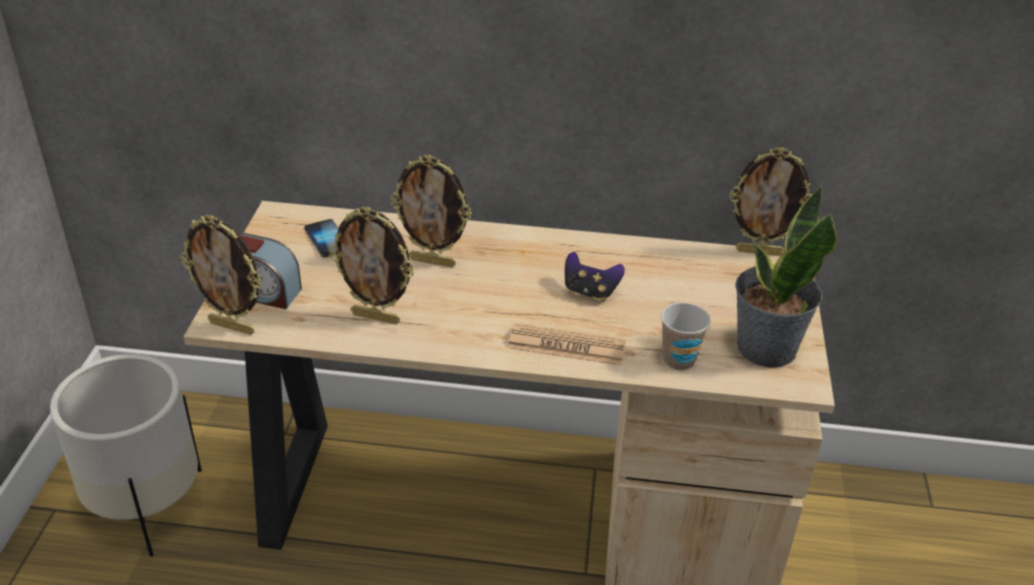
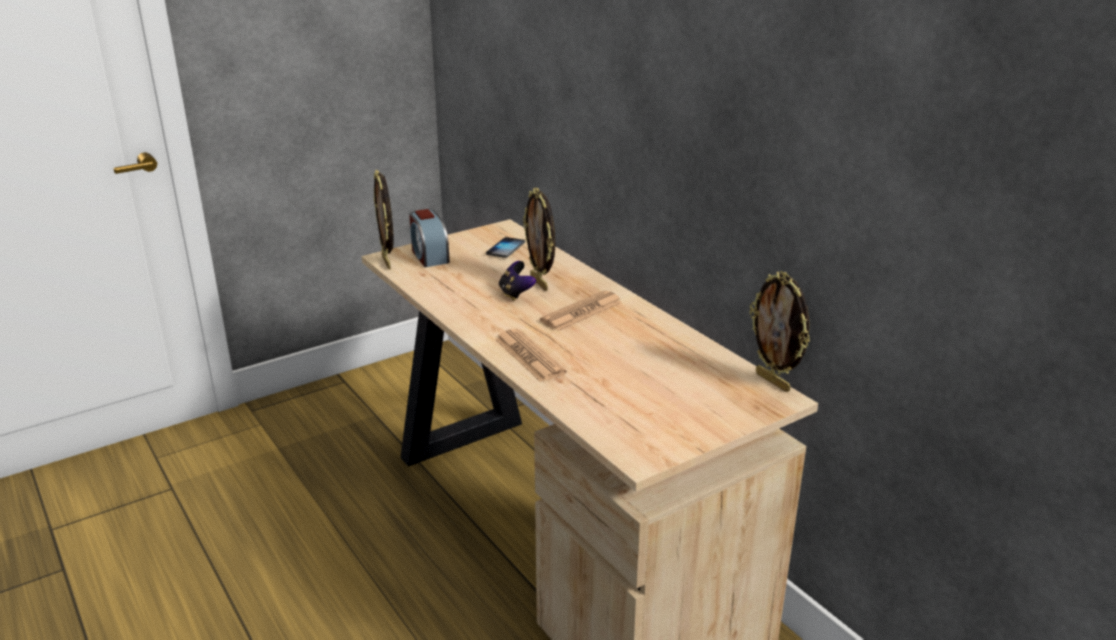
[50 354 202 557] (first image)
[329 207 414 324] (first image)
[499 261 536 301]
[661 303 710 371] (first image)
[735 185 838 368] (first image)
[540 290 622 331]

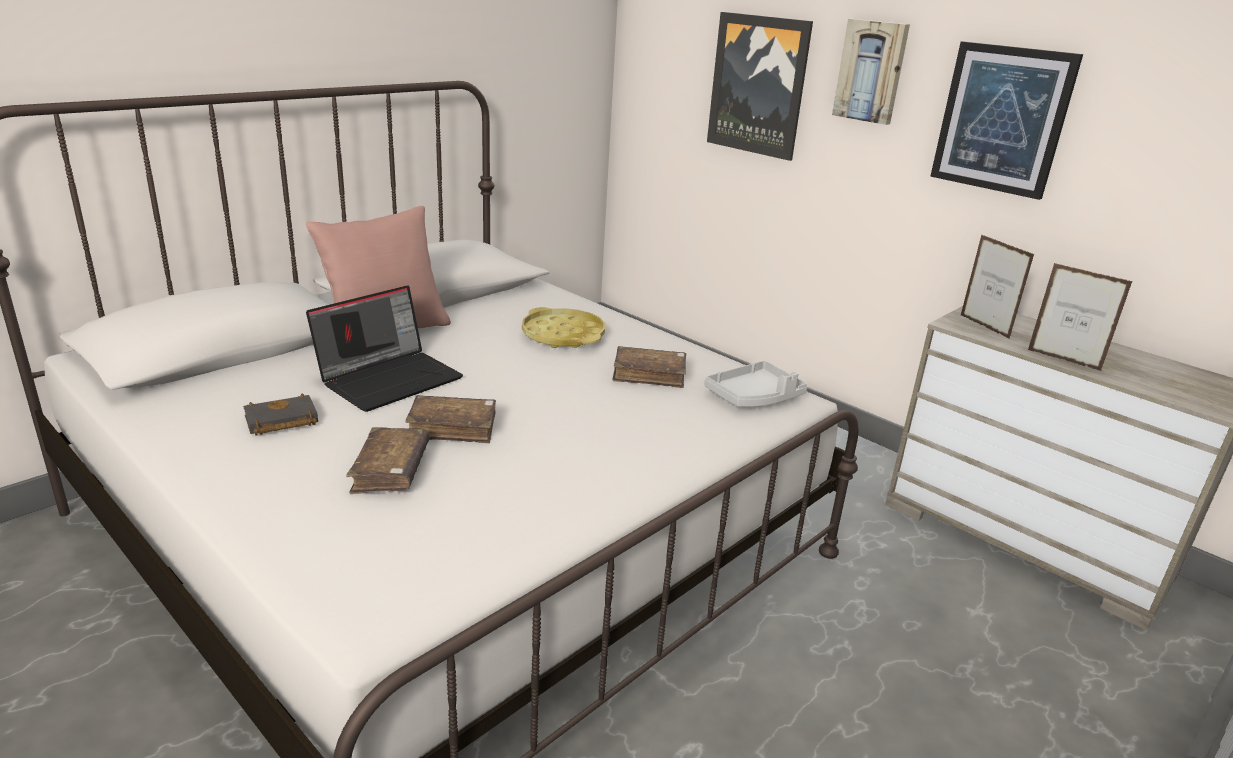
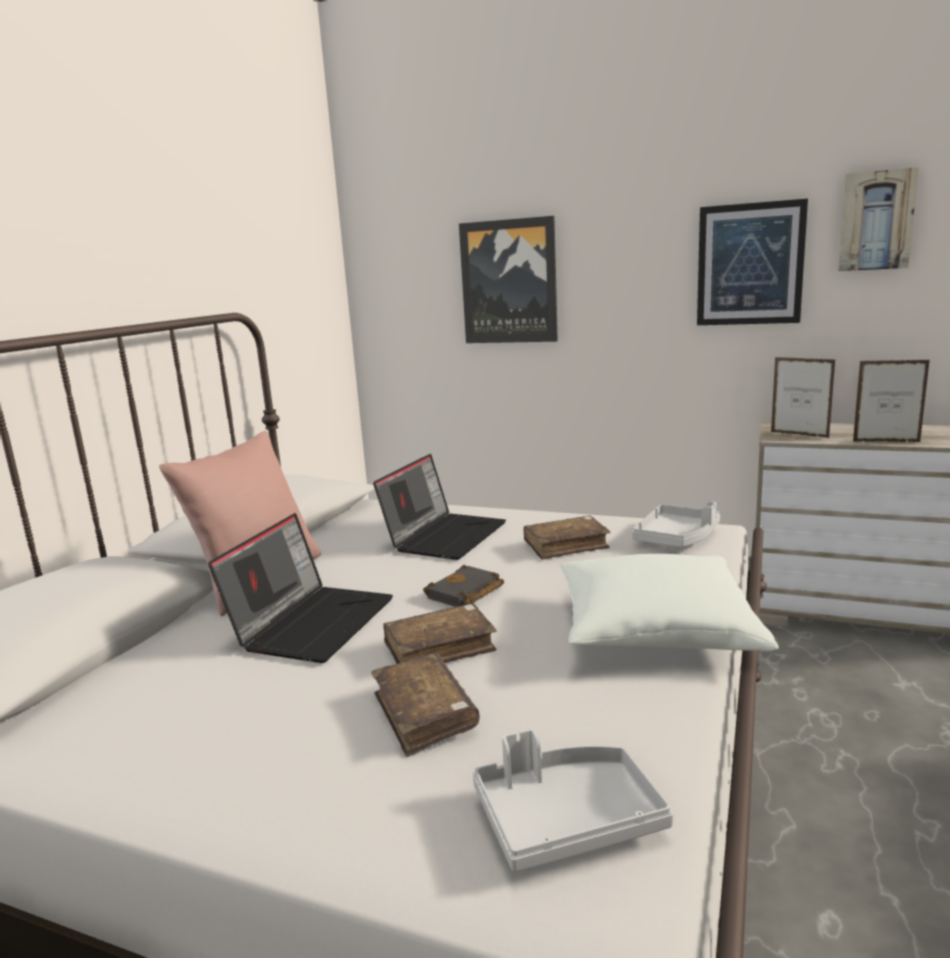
[423 565 504 607]
[373 454 506 560]
[838 167 919 271]
[473 729 674 872]
[560 554 779 651]

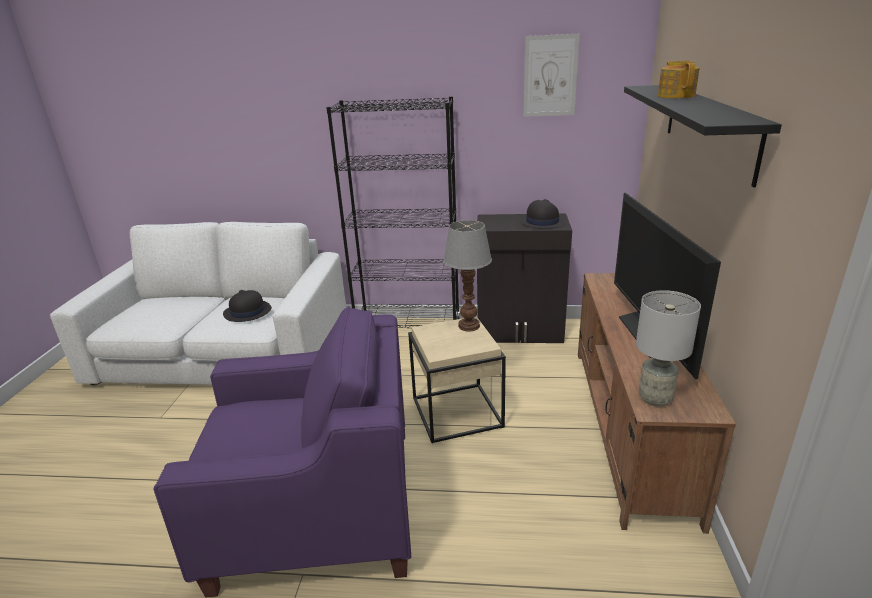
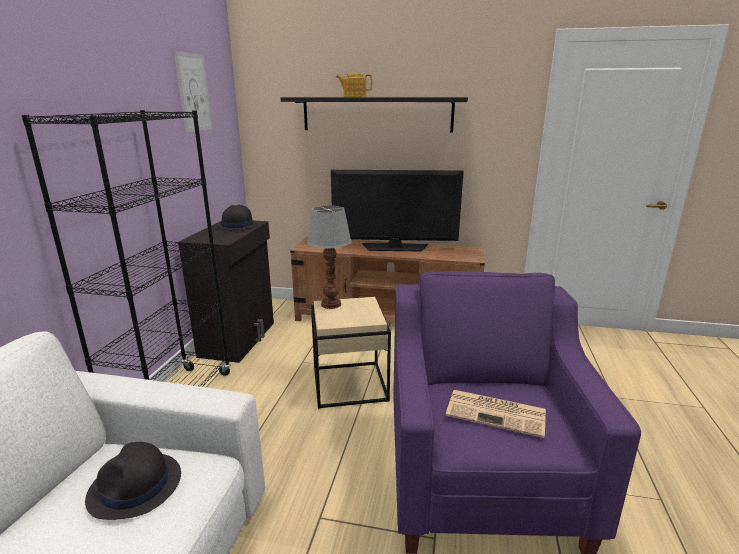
[636 290 701 407] (first image)
[446 390 546 438]

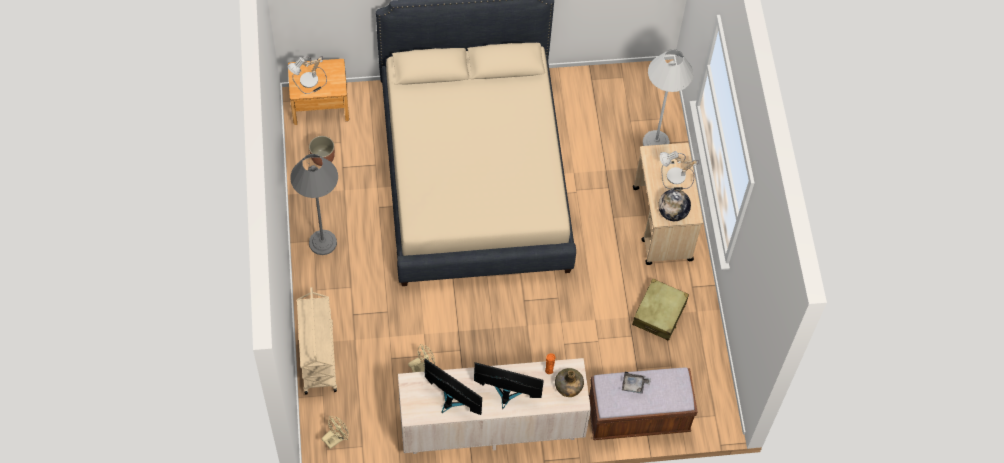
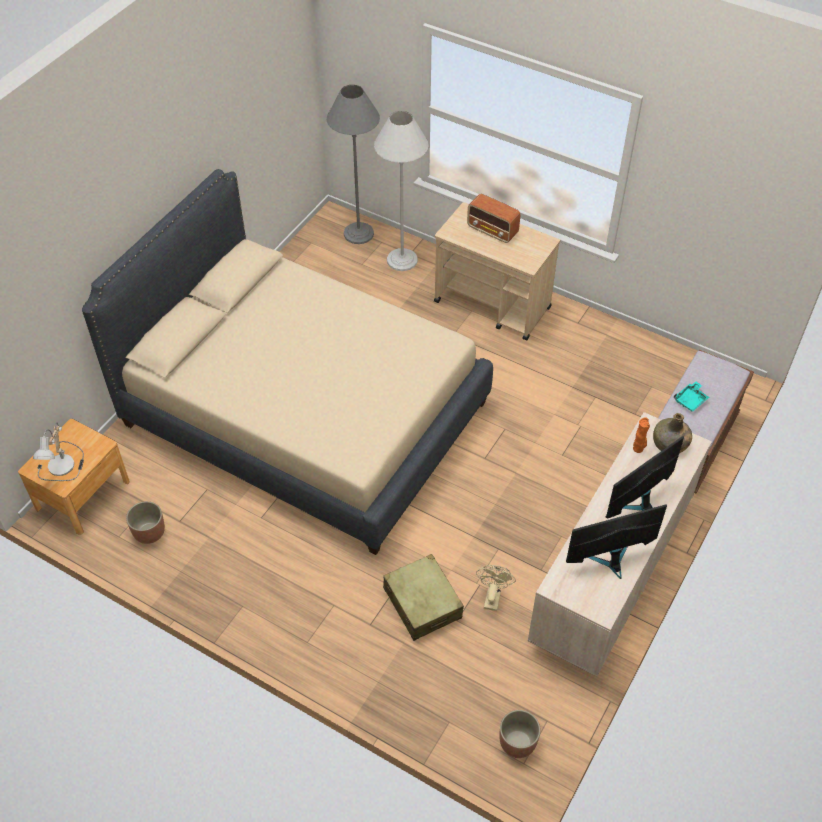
[327 85 380 244]
[297 287 337 395] (first image)
[499 710 541 758]
[674 382 709 411]
[383 554 464 641]
[658 189 691 221] (first image)
[467 194 520 243]

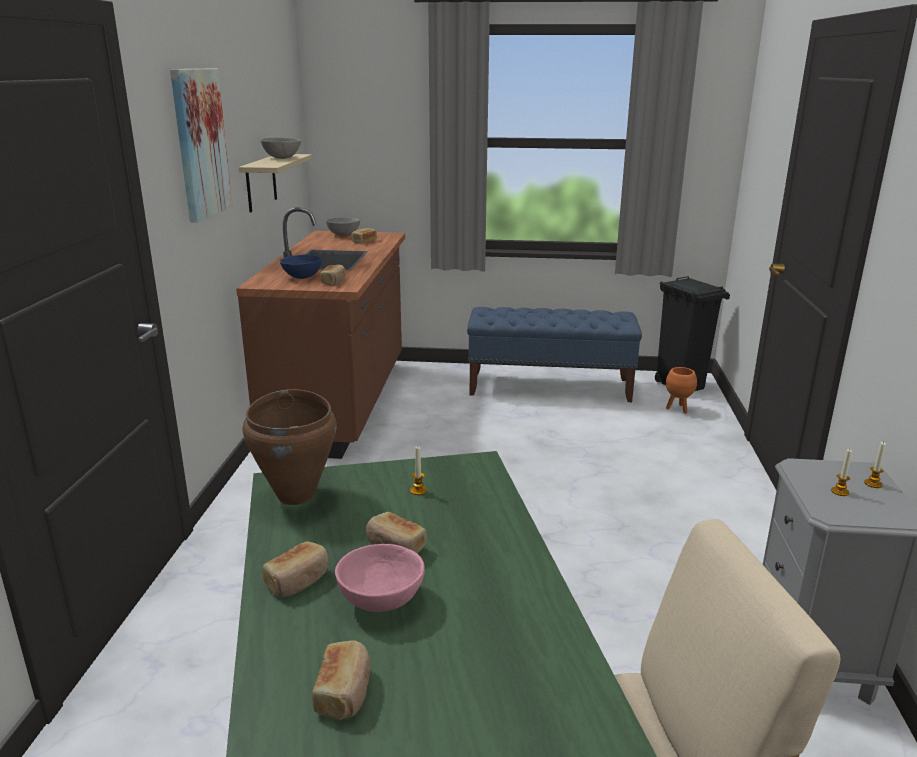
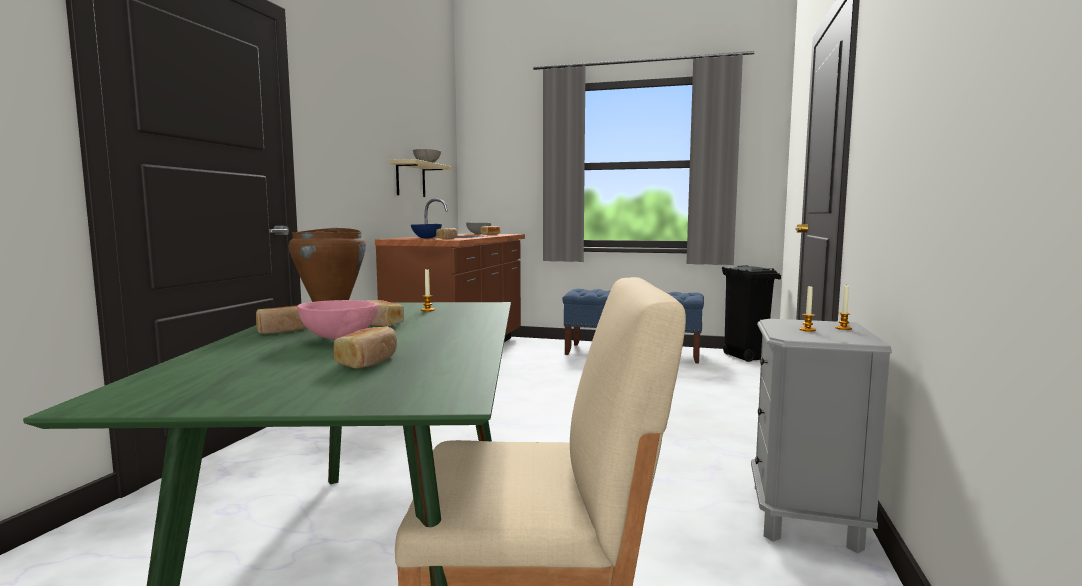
[170 69 233 223] (first image)
[334 326 397 369]
[666 367 697 413] (first image)

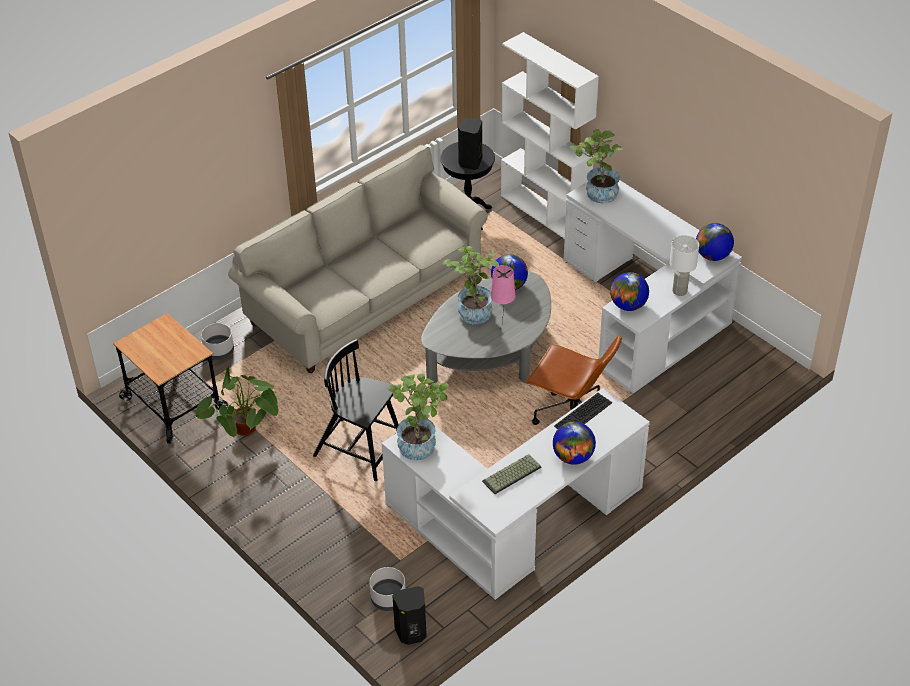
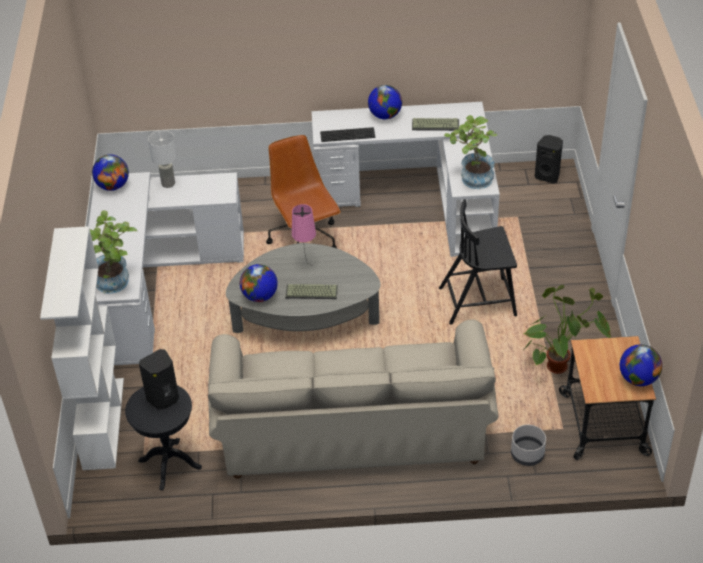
[439 199 517 324]
[369 567 406 611] (first image)
[285 284 338 299]
[620 344 662 386]

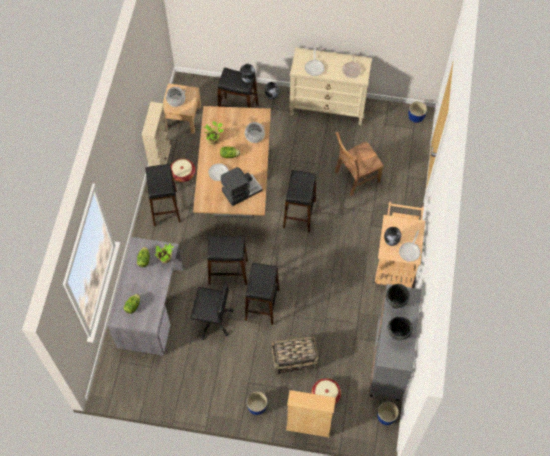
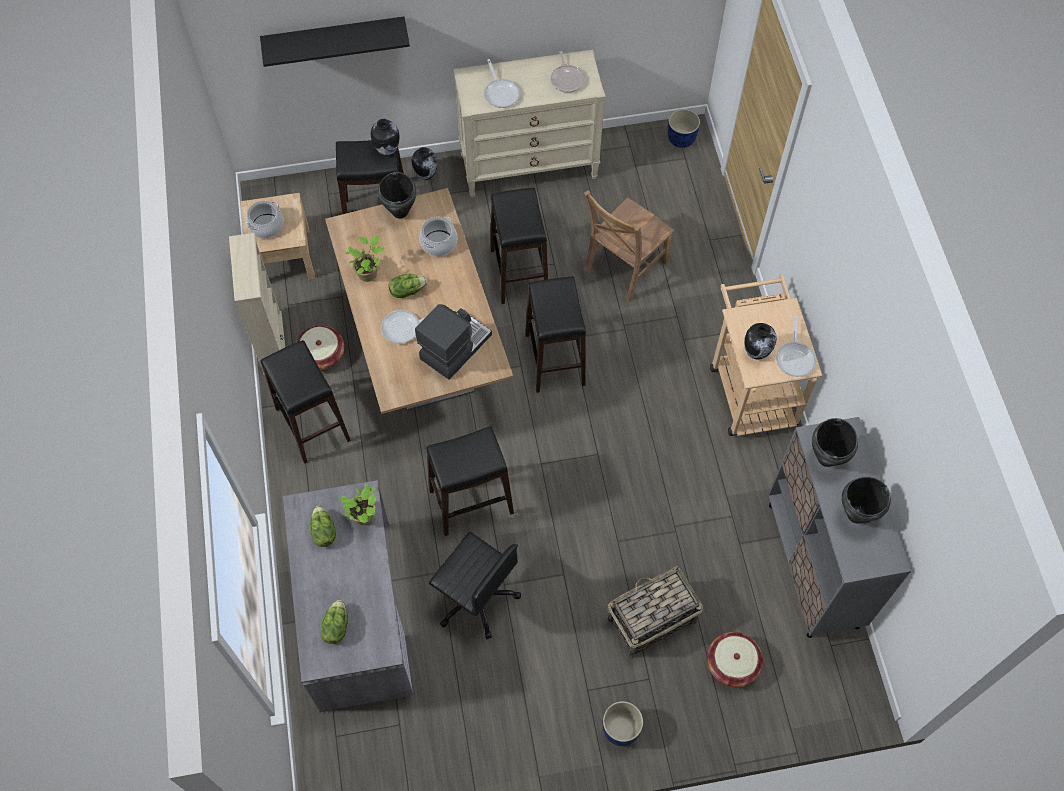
[429 532 521 639]
[491 188 548 304]
[286 390 336 437] (first image)
[377 401 399 425] (first image)
[260 17 410 67]
[378 172 417 219]

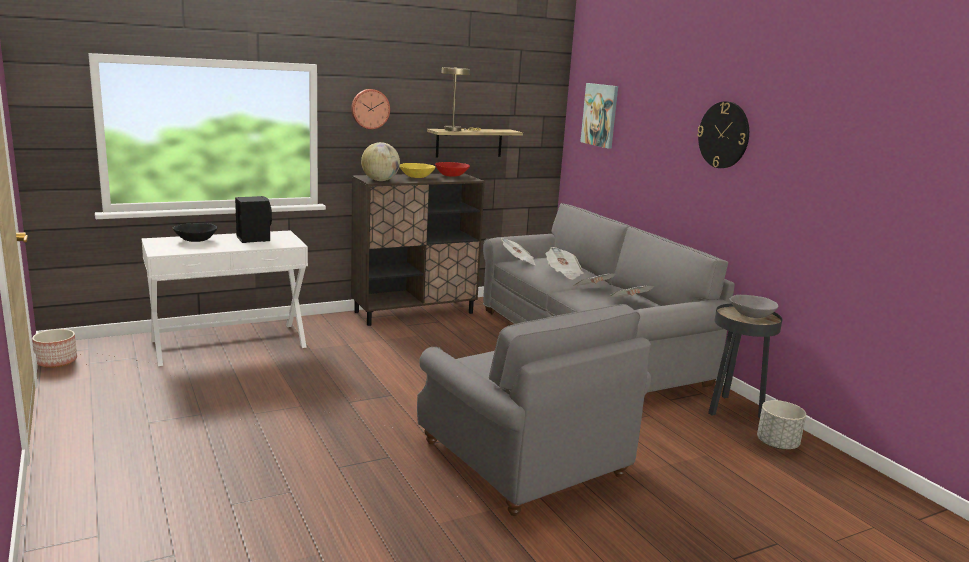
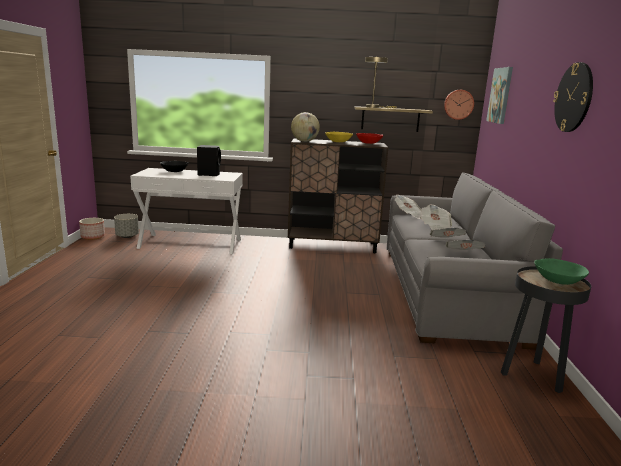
[444 90 474 120]
[417 304 651 516] (first image)
[534 258 589 285]
[114 214 139 238]

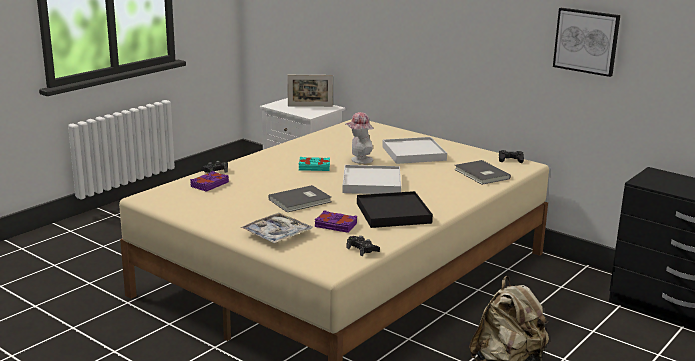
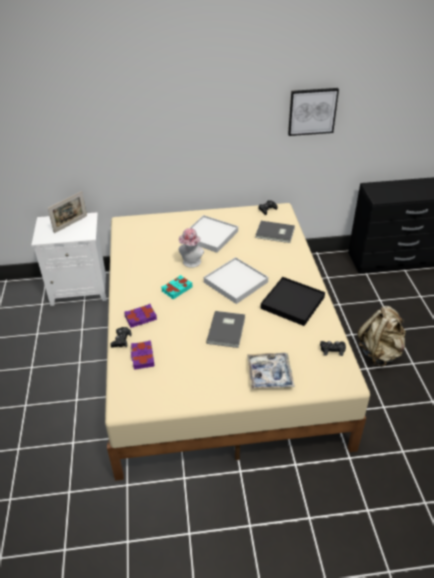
[124 304 157 328]

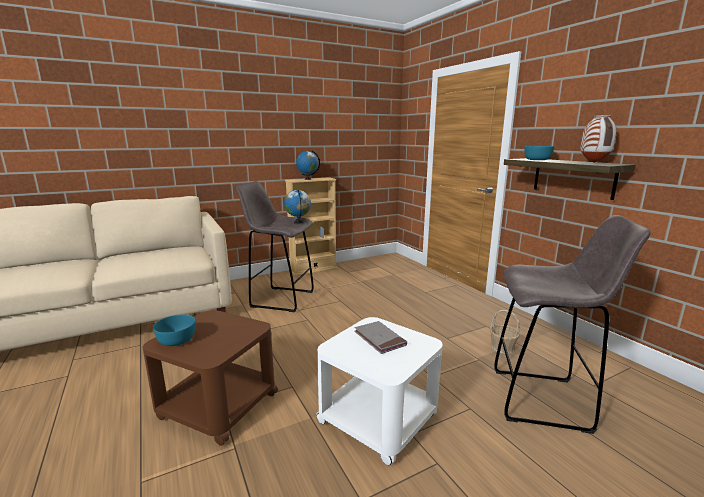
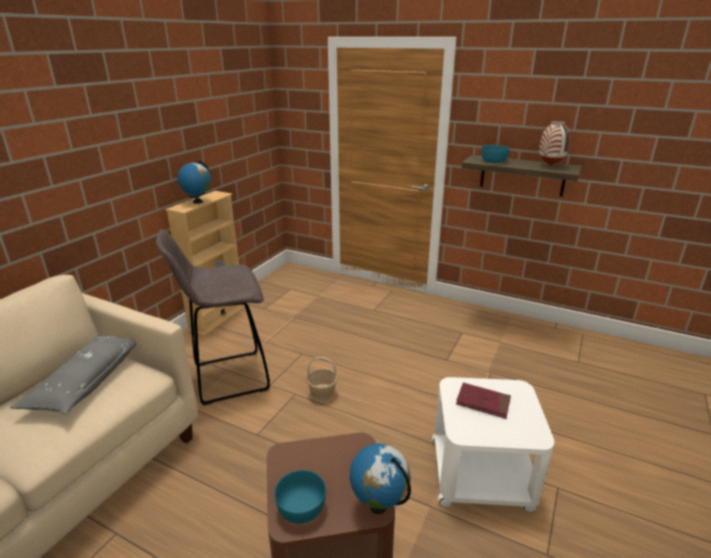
[350 443 411 514]
[456 383 511 419]
[307 357 337 402]
[494 215 651 434] (first image)
[10 335 136 415]

